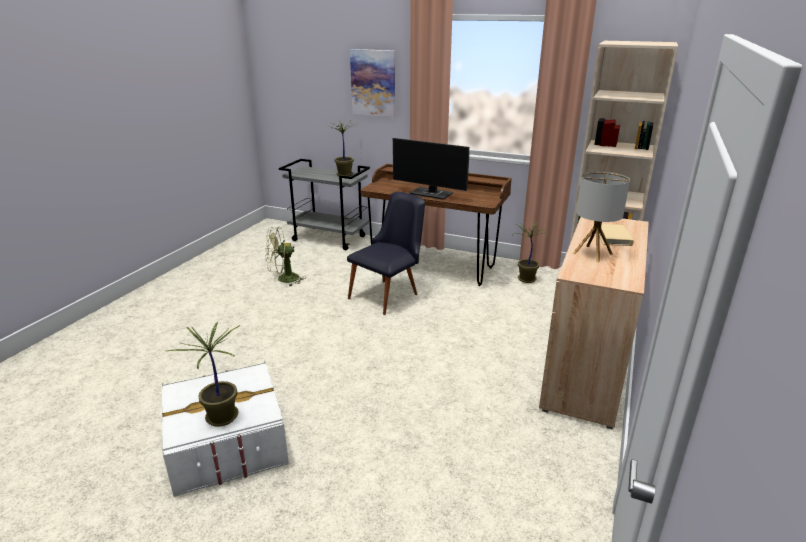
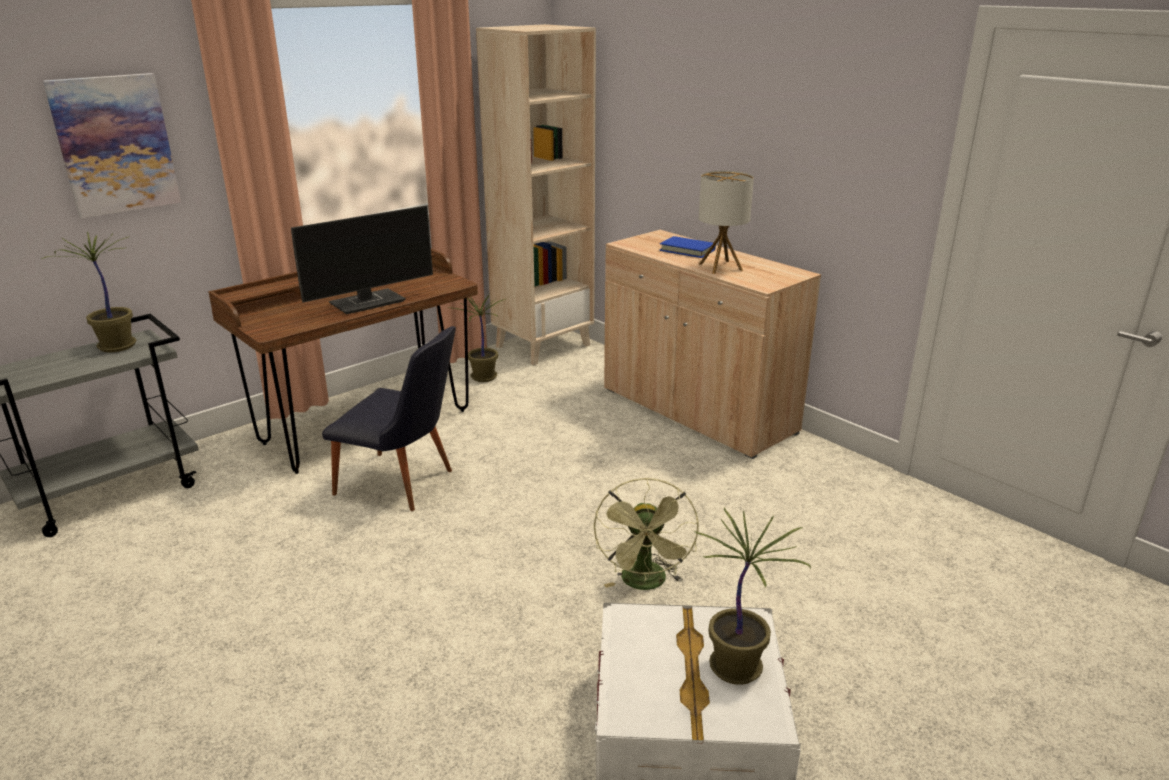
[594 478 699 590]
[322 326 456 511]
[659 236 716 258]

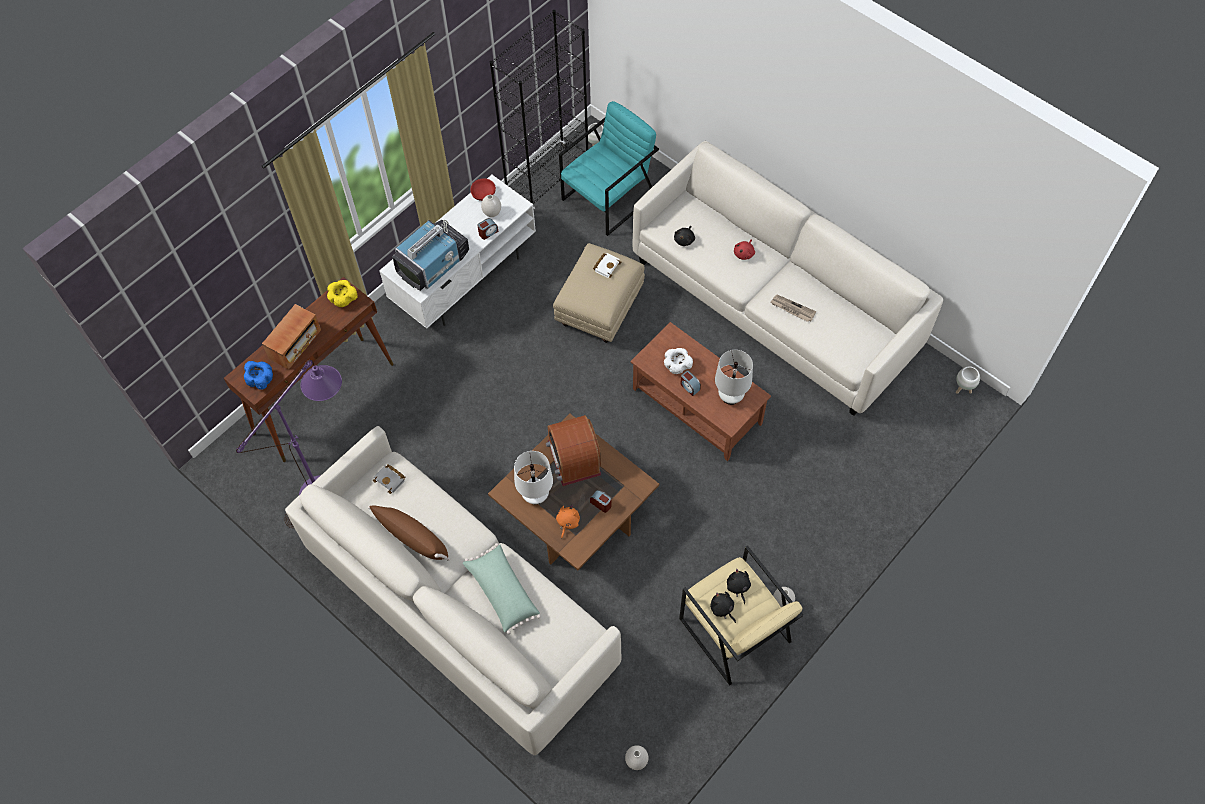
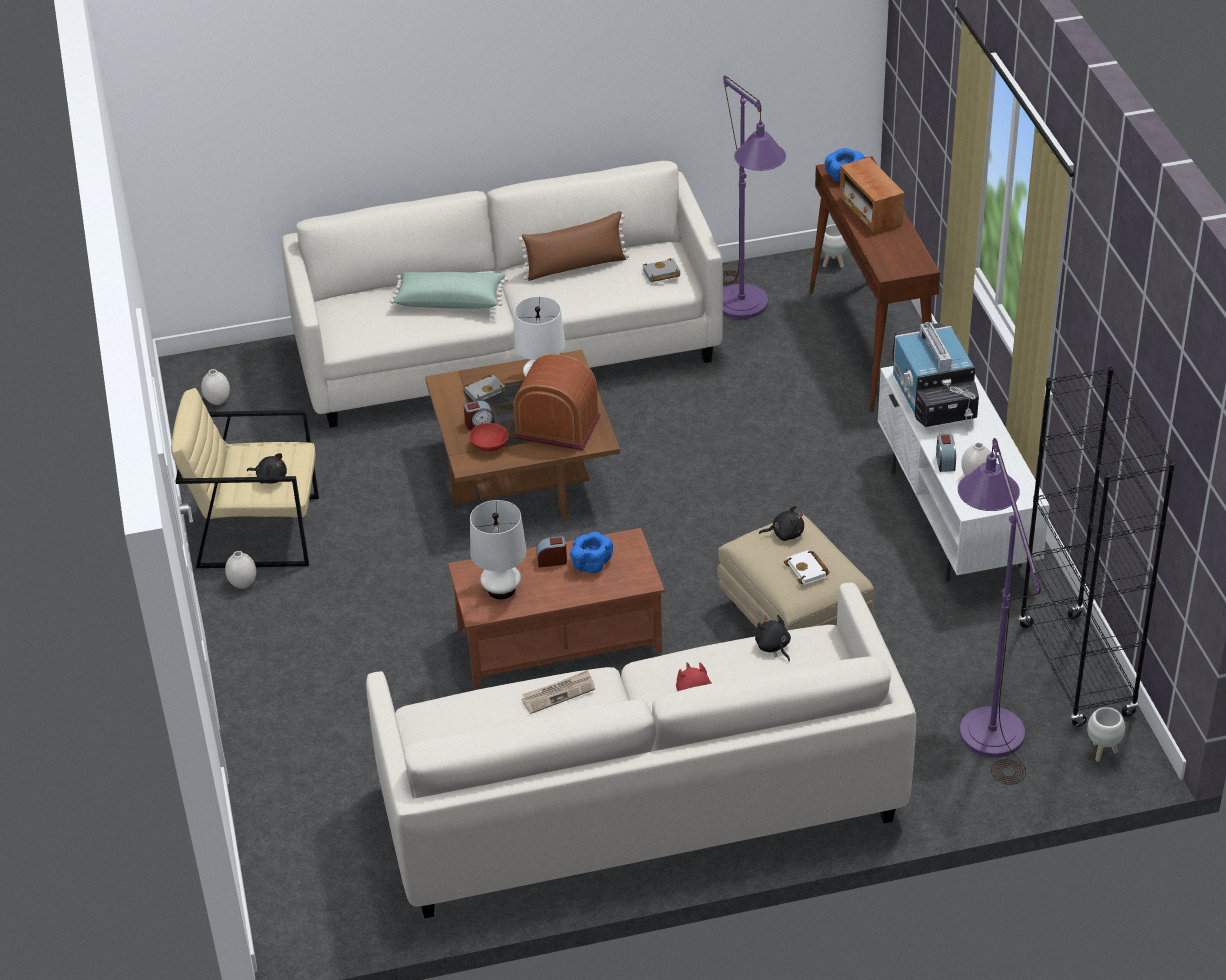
[327 280 358 307] (first image)
[470 423 509 452]
[464 375 506 401]
[958 438 1041 785]
[570 532 613 573]
[759 506 804 541]
[822 224 848 268]

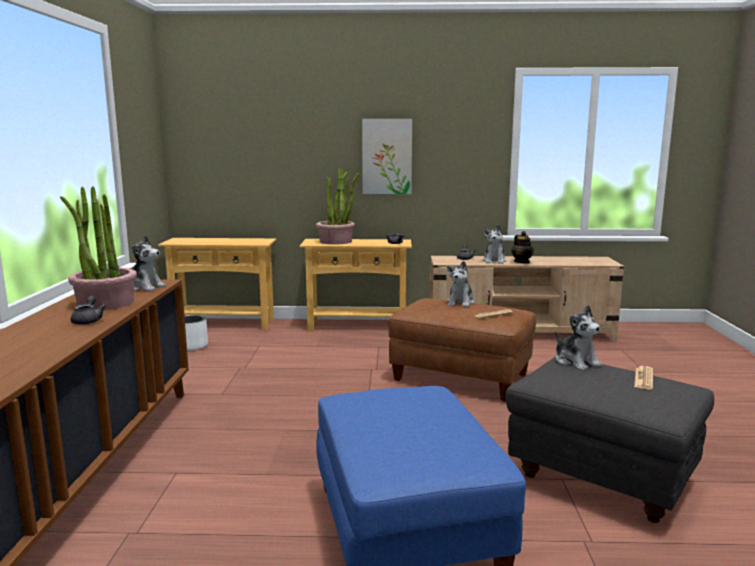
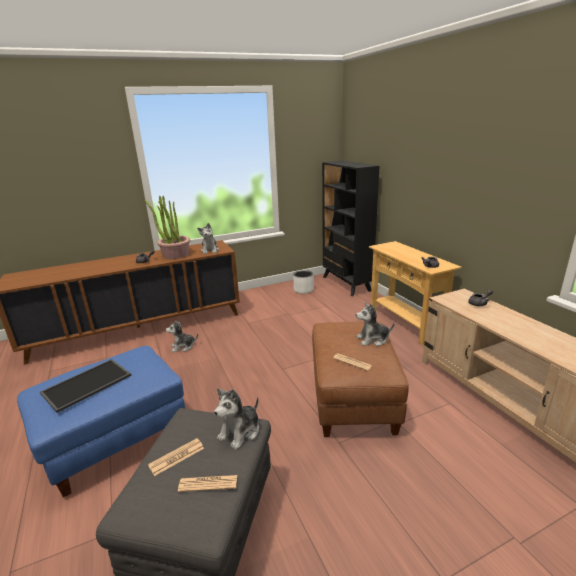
[322 161 380 296]
[316 169 359 244] (first image)
[362 119 412 194] (first image)
[166 319 198 352]
[511 231 534 264] (first image)
[40 359 132 413]
[148 438 204 476]

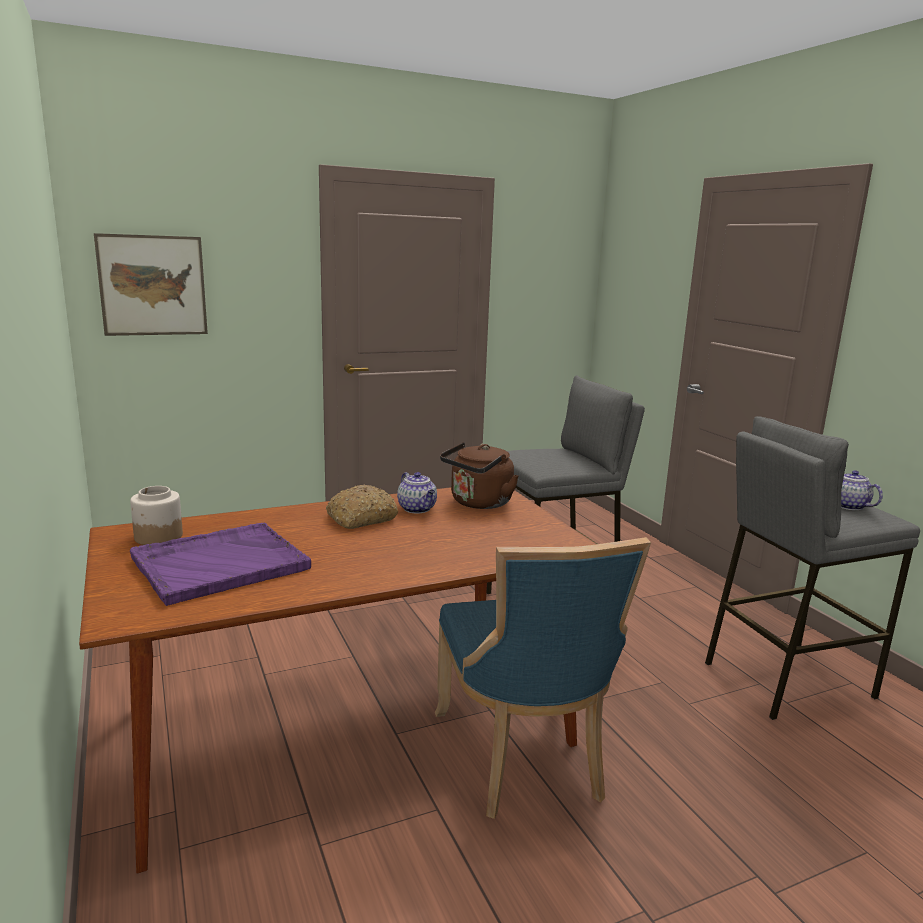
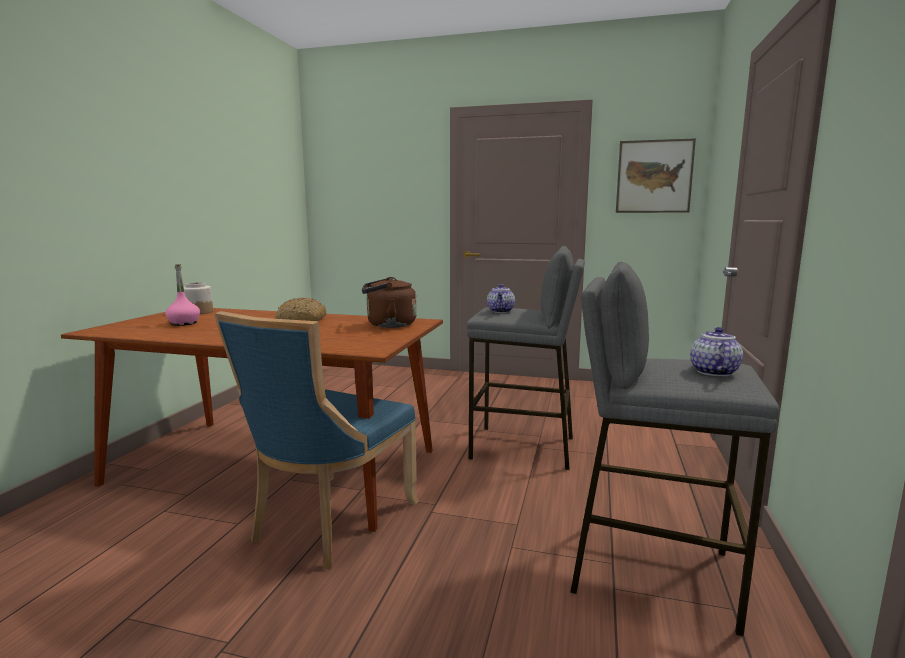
[616 138 696 213]
[165 264 200 326]
[487 284 515 313]

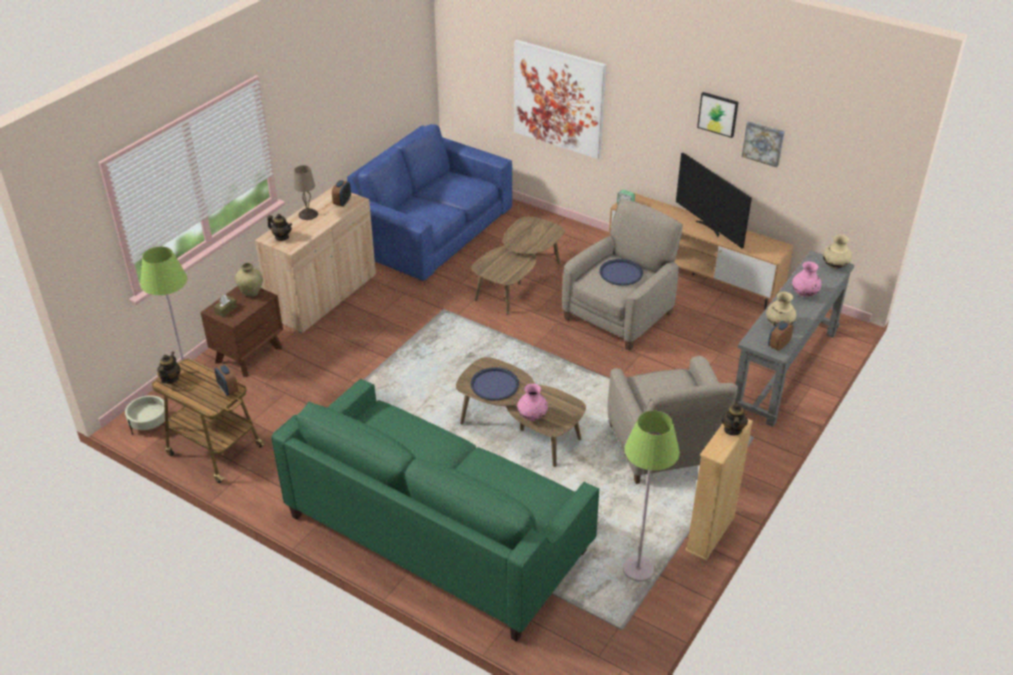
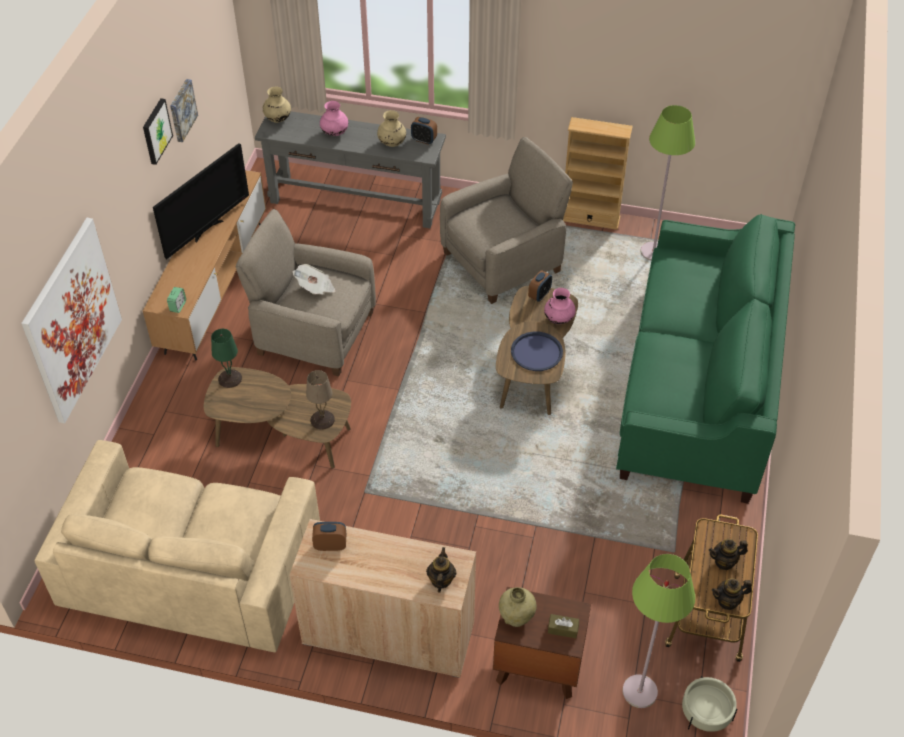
[528 270 552 302]
[306 370 335 430]
[34 440 320 652]
[293 264 335 295]
[709 539 748 570]
[211 329 242 388]

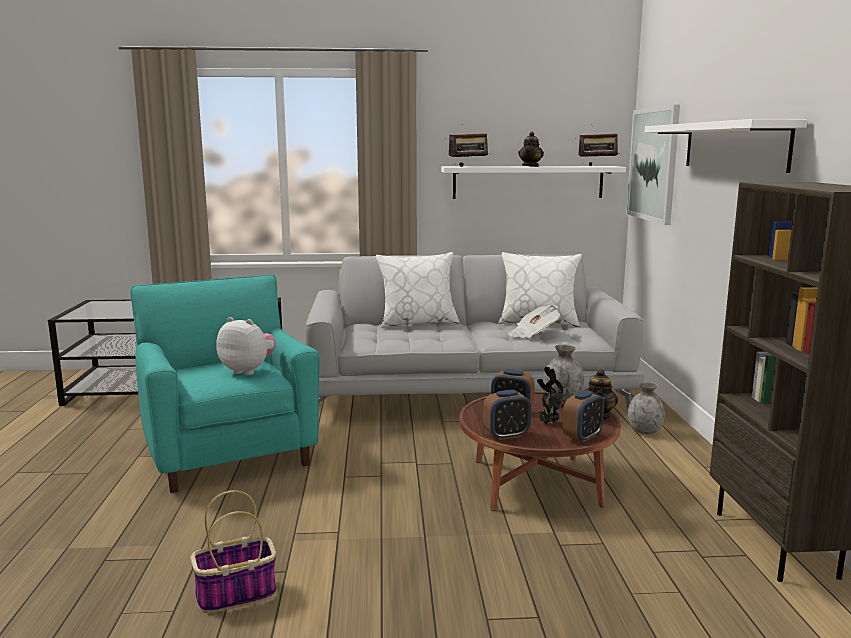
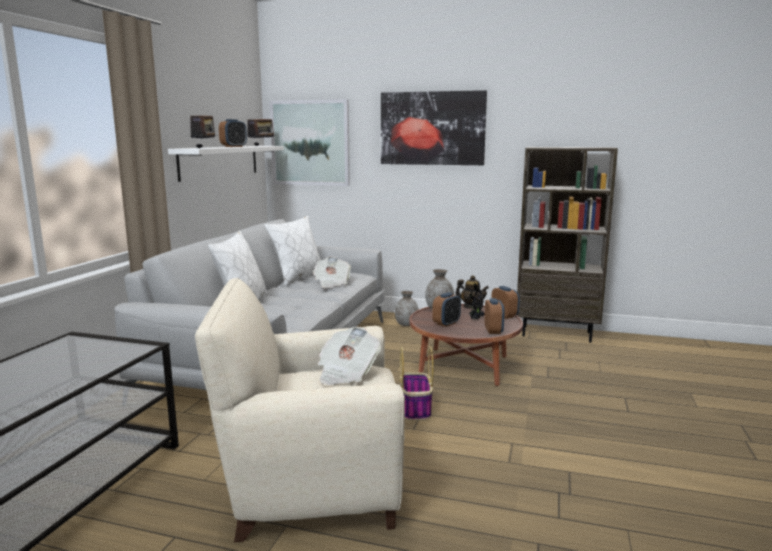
[195 278 405 543]
[399 347 433 420]
[318 327 381 385]
[219 119 247 147]
[381 90 487 165]

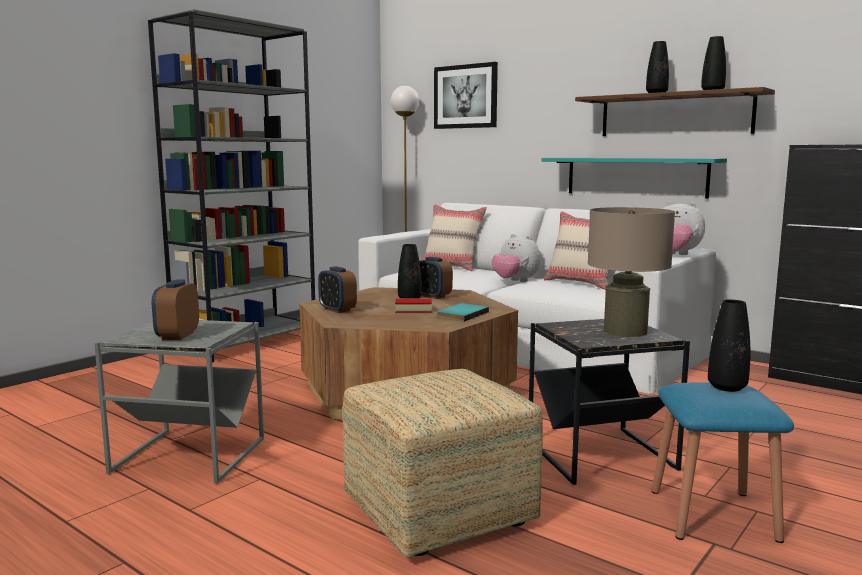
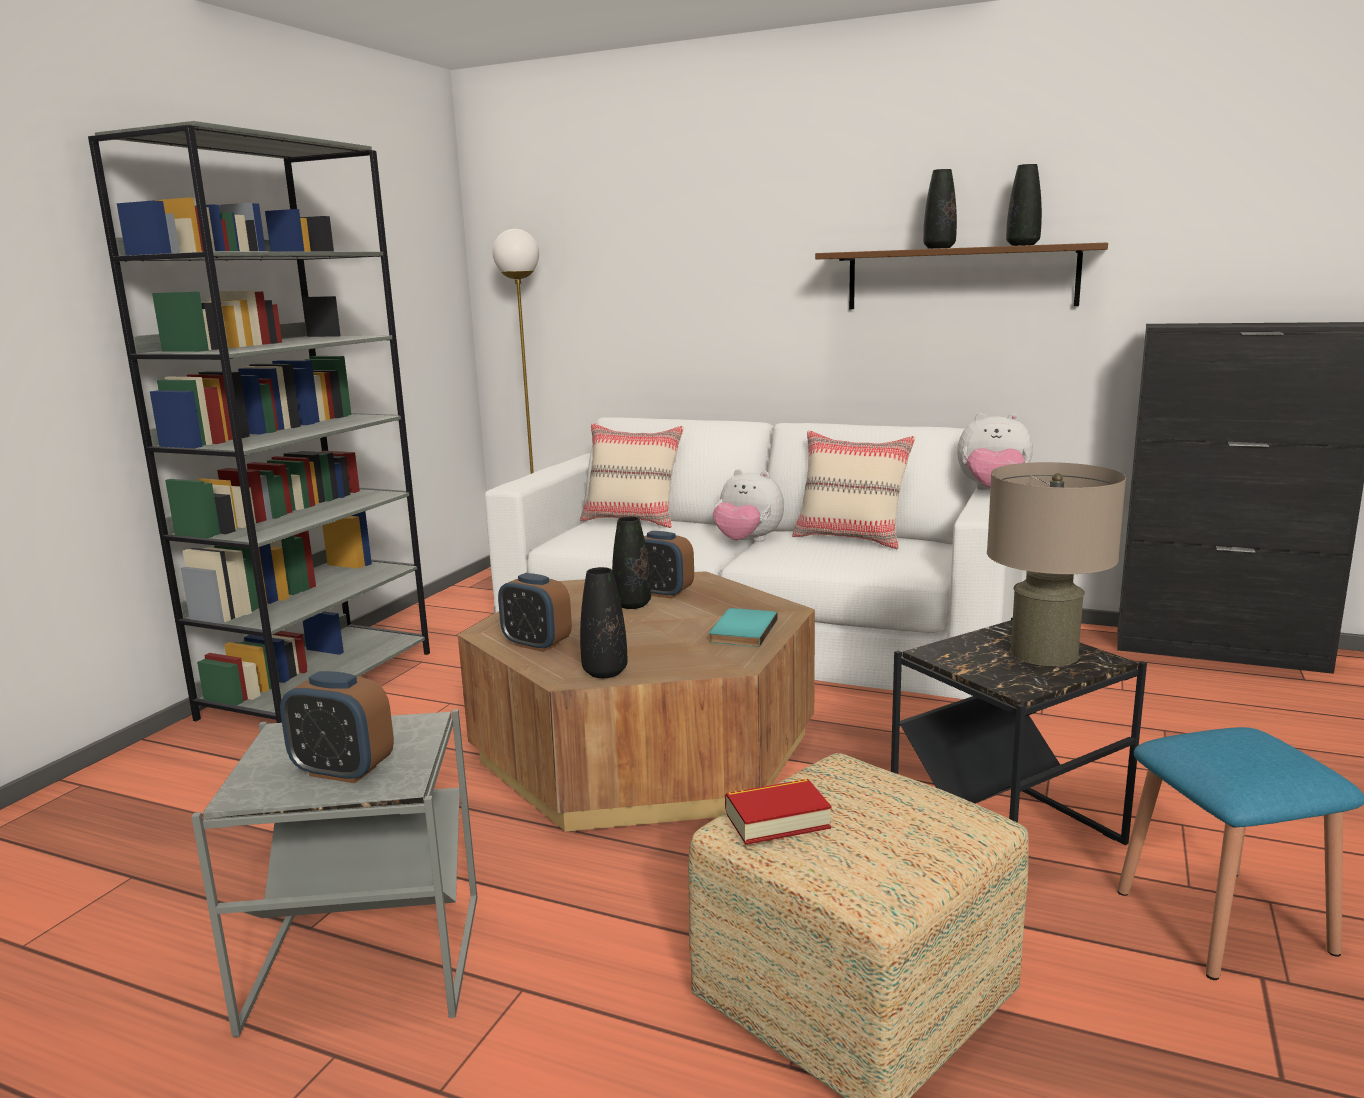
[280 671 394 783]
[725 779 832 845]
[434 62 498 129] (first image)
[541 158 727 198] (first image)
[580 567 627 678]

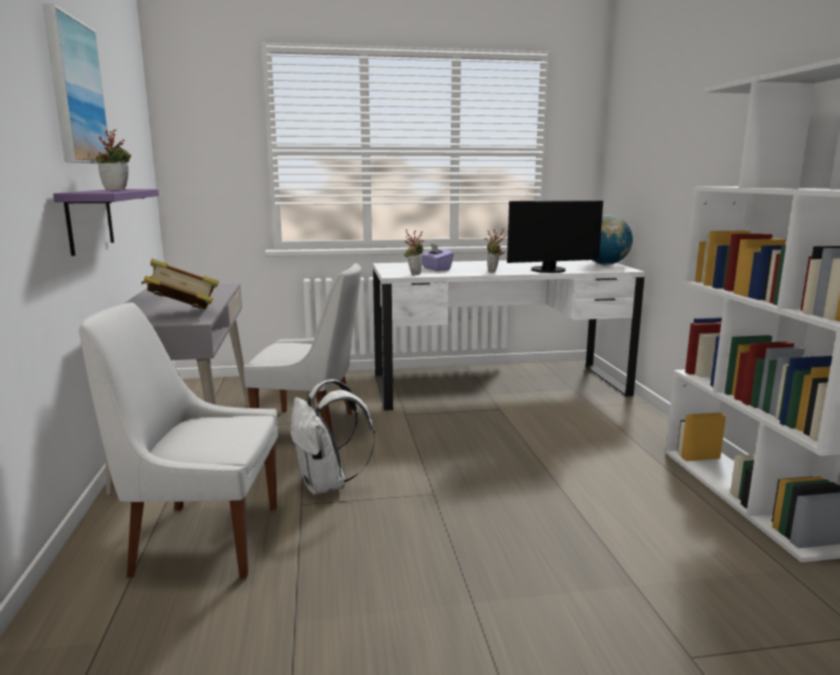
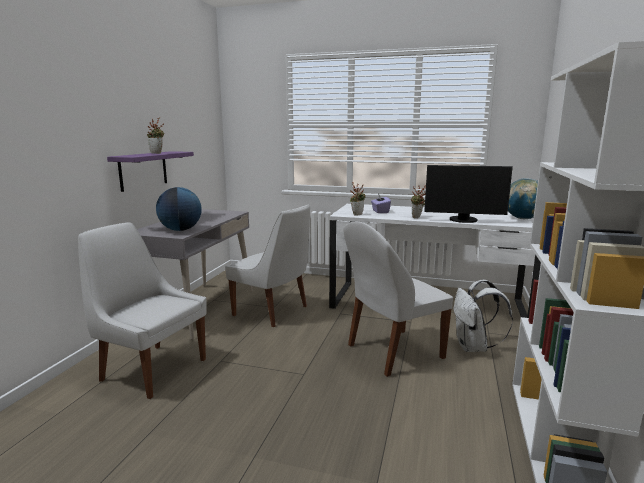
[43 4 110 164] (first image)
[156 187 202 231]
[453 280 513 352]
[343 222 453 377]

